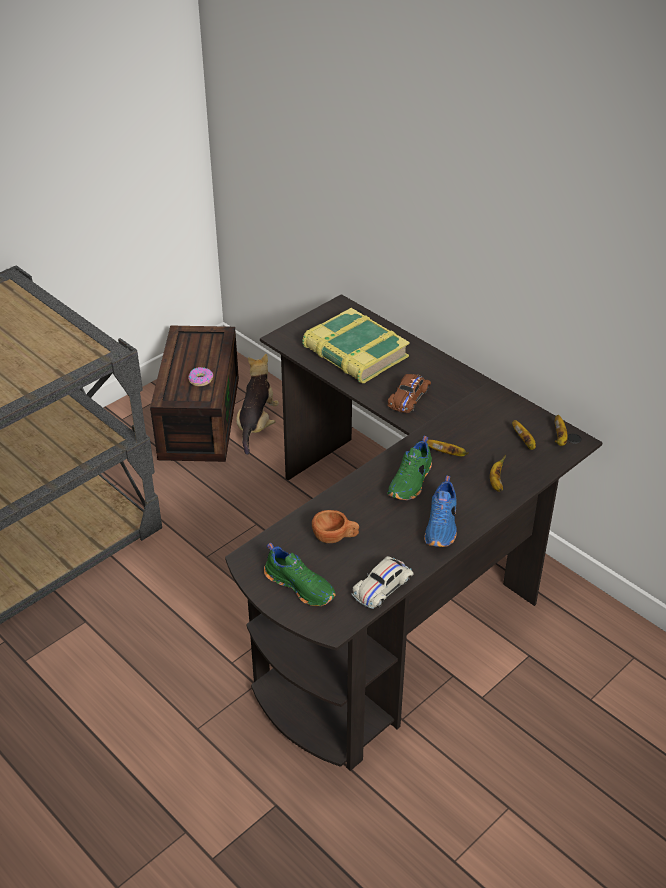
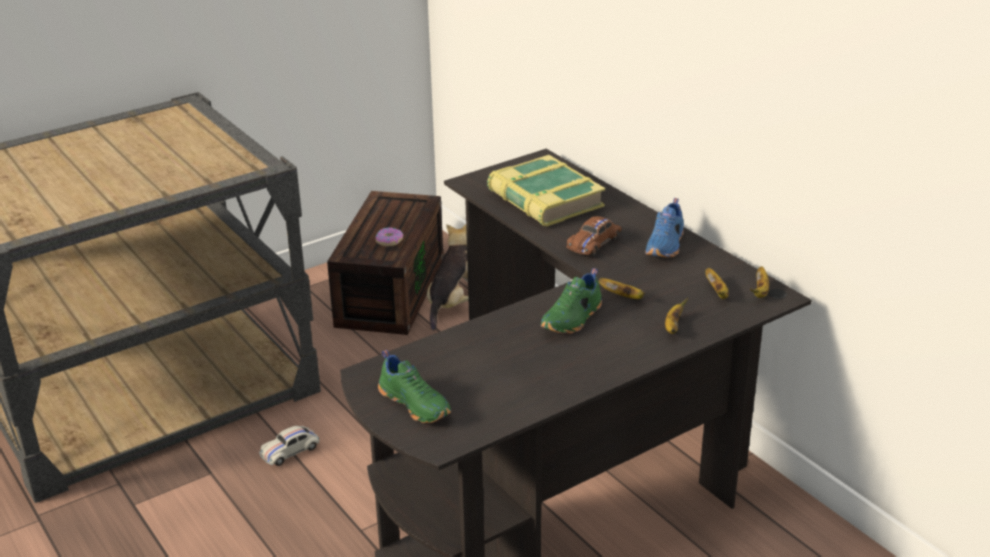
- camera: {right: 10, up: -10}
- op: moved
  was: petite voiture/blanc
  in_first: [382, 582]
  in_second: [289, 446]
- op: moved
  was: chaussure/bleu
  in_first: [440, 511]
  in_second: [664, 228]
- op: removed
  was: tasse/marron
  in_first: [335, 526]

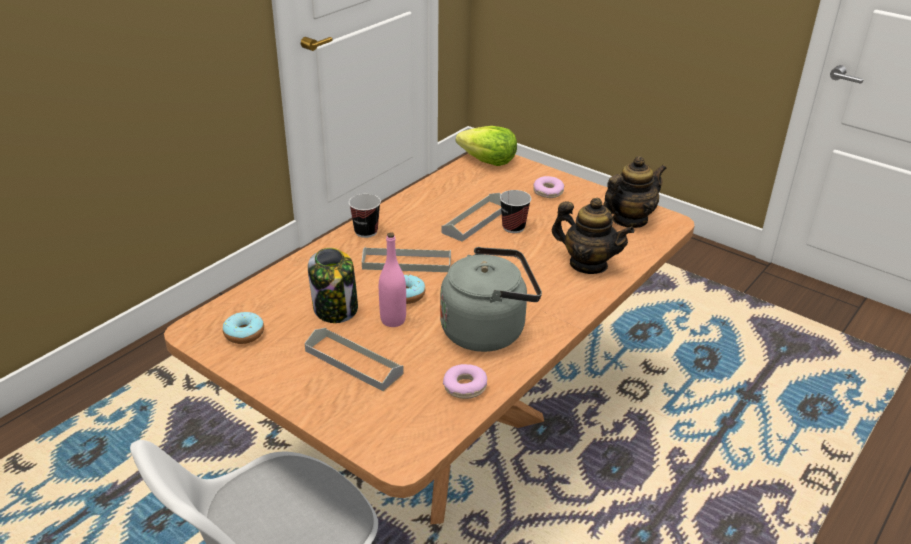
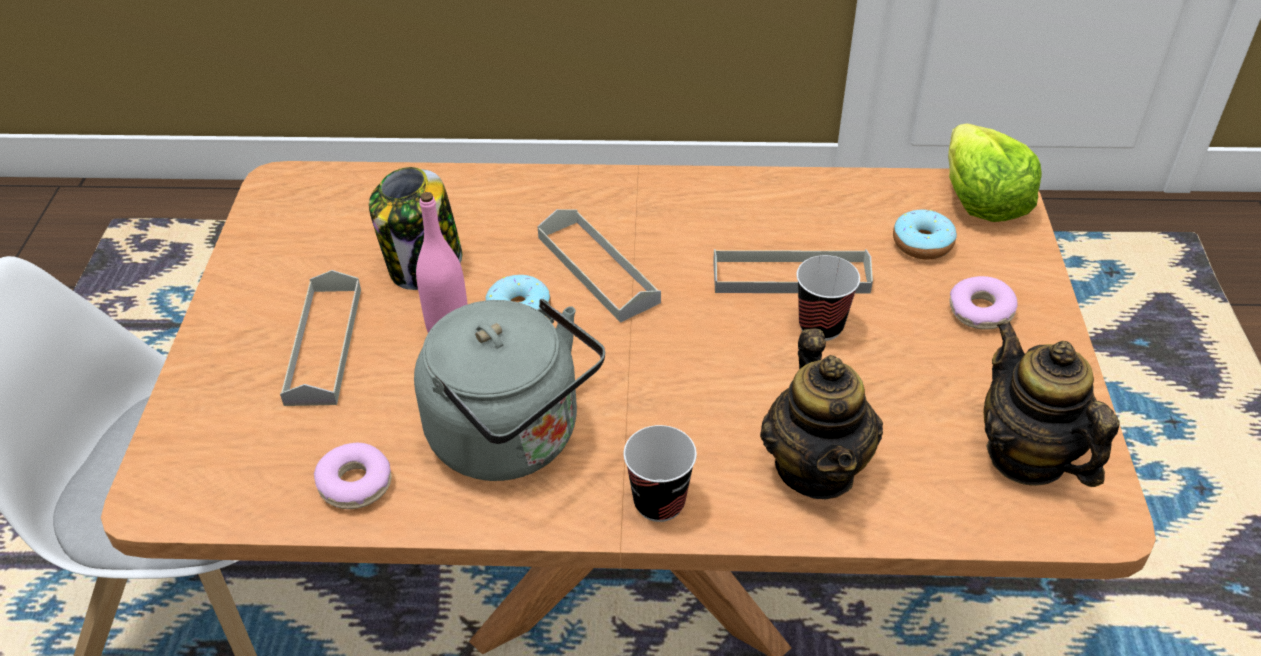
- camera: {right: 55, up: 10}
- op: moved
  was: tasse
  in_first: [365, 216]
  in_second: [660, 473]
- op: moved
  was: beignet
  in_first: [243, 328]
  in_second: [925, 234]
- op: turned
  was: théière
  in_first: [635, 192]
  in_second: [1051, 404]
  clockwise: -135

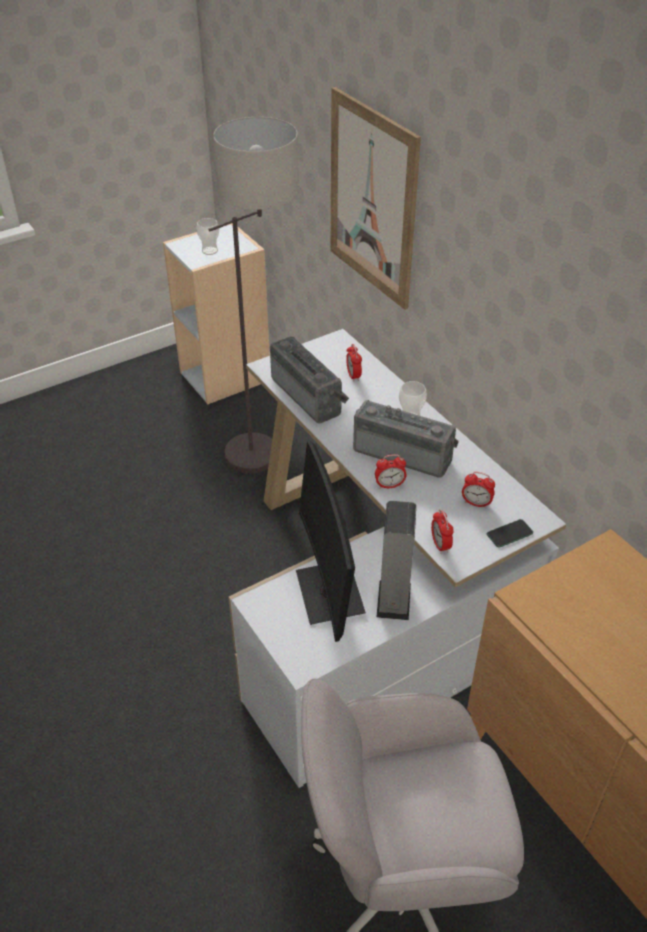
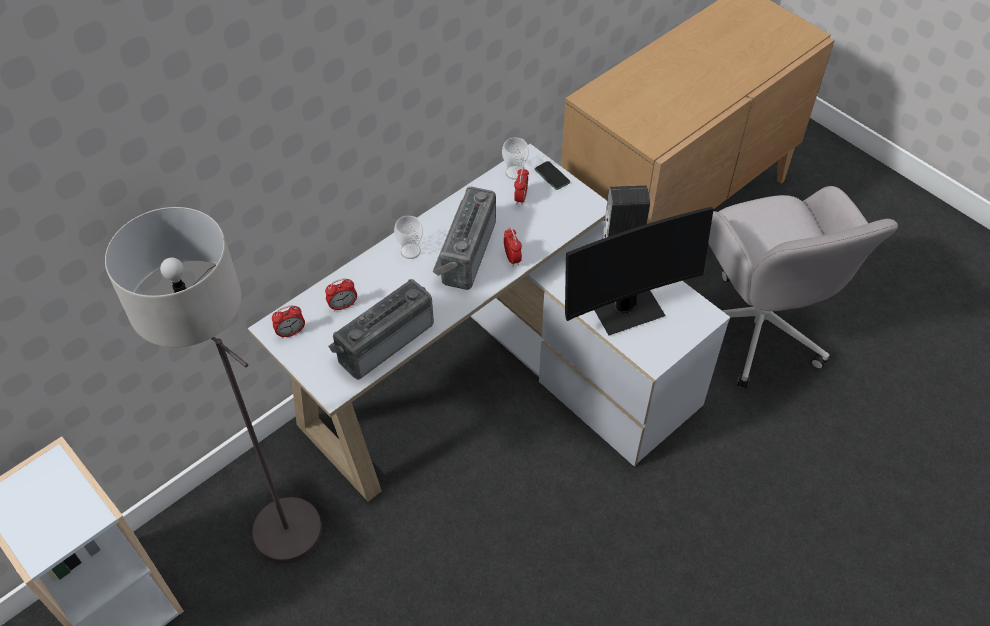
- camera: {right: -100, up: 10}
- op: moved
  was: réveil
  in_first: [442, 532]
  in_second: [288, 322]
- op: moved
  was: tasse
  in_first: [208, 236]
  in_second: [515, 159]
- op: removed
  was: tableau
  in_first: [376, 198]

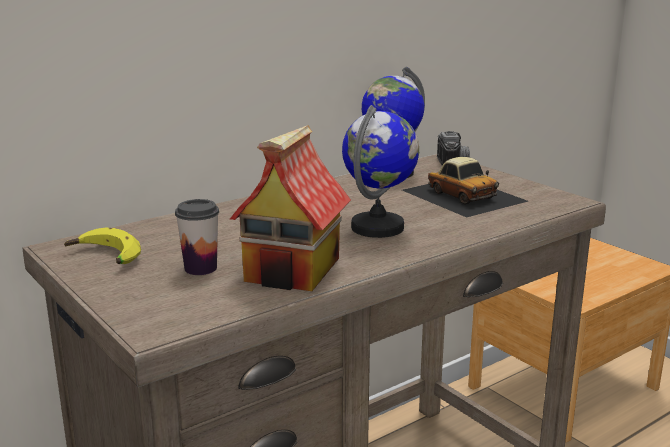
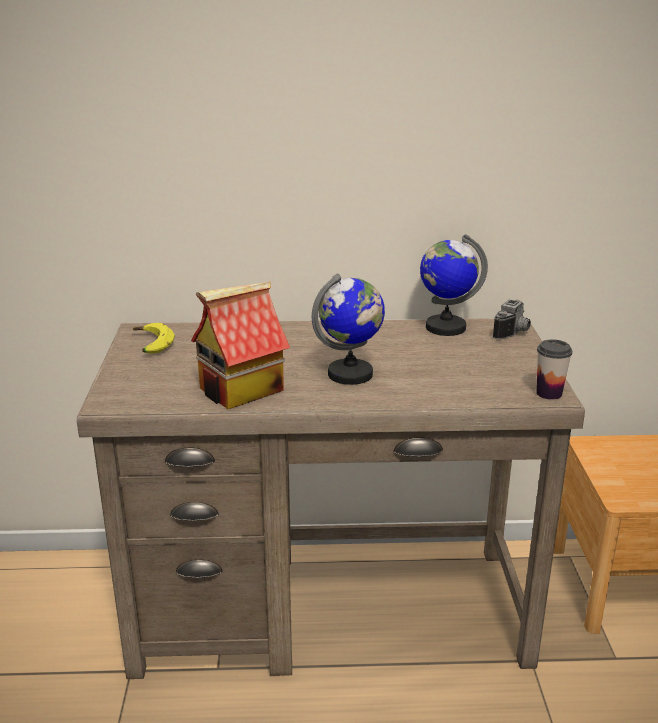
- camera: {right: 35, up: 5}
- op: moved
  was: tasse
  in_first: [197, 237]
  in_second: [554, 369]
- op: removed
  was: petite voiture
  in_first: [465, 187]

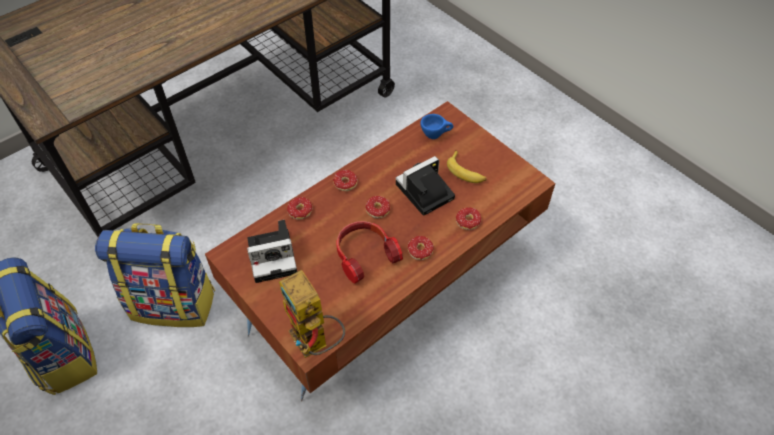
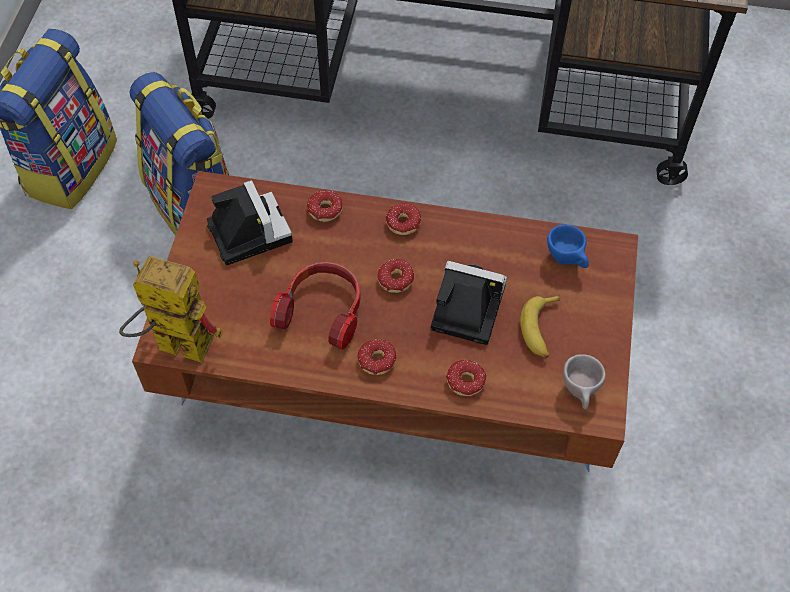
- camera: {right: 50, up: 5}
- op: turned
  was: robot jouet
  in_first: [312, 314]
  in_second: [171, 309]
  clockwise: 90
- op: turned
  was: appareil photo
  in_first: [272, 251]
  in_second: [250, 222]
  clockwise: -150
- op: added
  now: tasse/beige
  in_second: [584, 381]

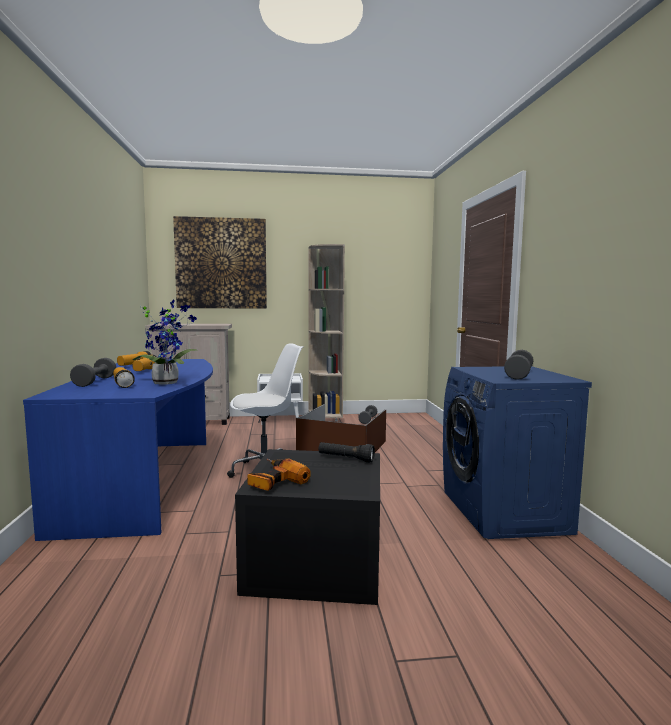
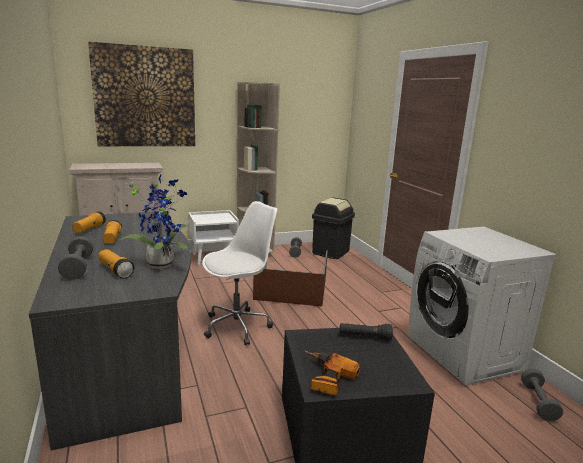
- camera: {right: -15, up: 10}
- op: recoloured
  was: bureau/bleu
  now: bureau/gris
  in_first: [118, 450]
  in_second: [110, 331]
- op: added
  now: poubelle/noir
  in_second: [333, 228]
- op: recoloured
  was: lave-linge/bleu
  now: lave-linge/blanc
  in_first: [517, 453]
  in_second: [482, 306]
- op: moved
  was: haltère/gris
  in_first: [518, 365]
  in_second: [542, 395]

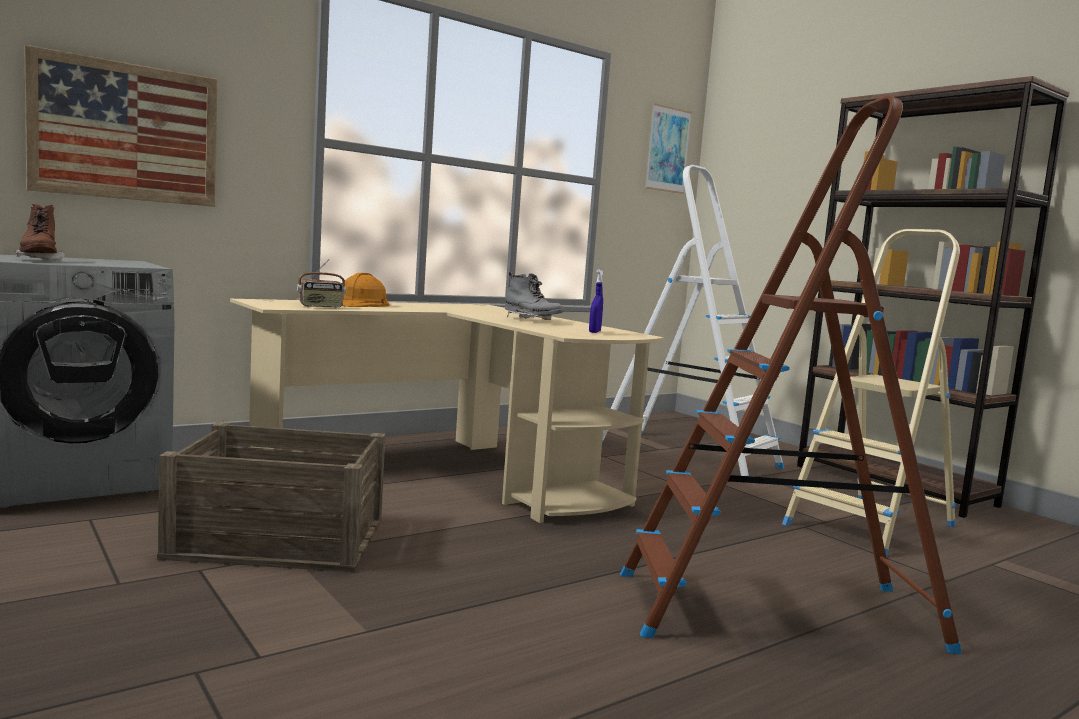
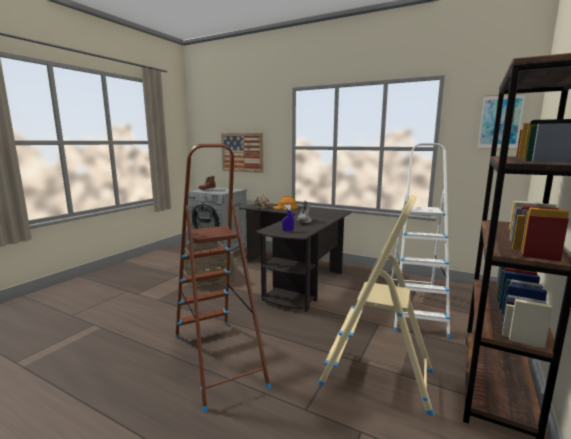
- camera: {right: 65, up: 5}
- op: recoloured
  was: bureau/beige
  now: bureau/noir
  in_first: [447, 411]
  in_second: [295, 257]

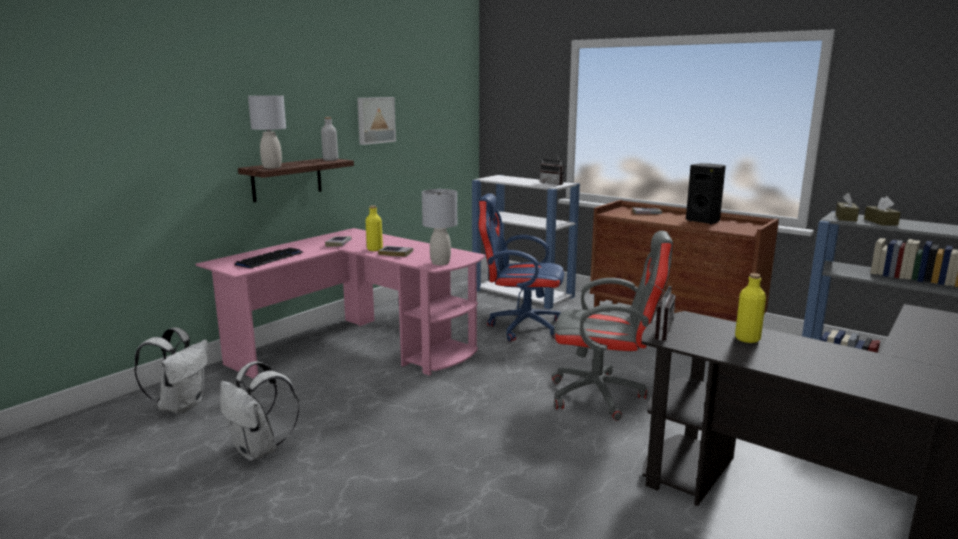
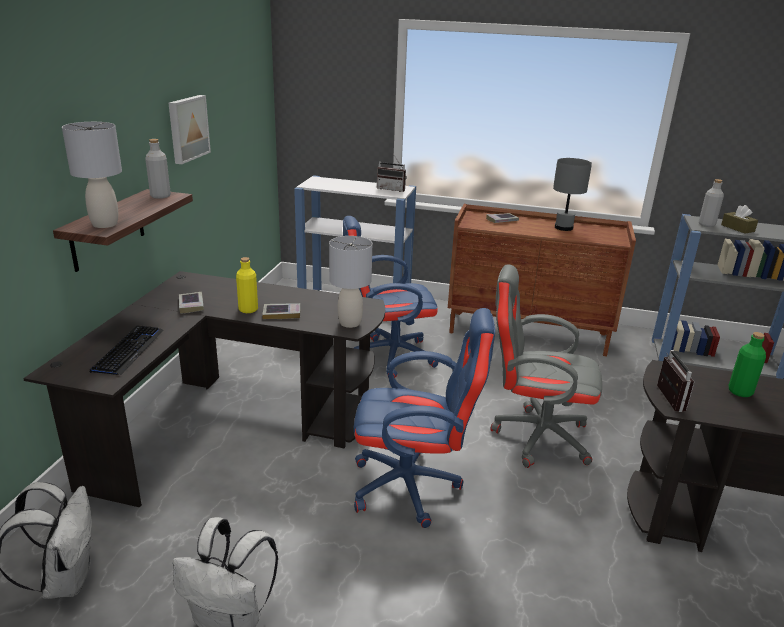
- camera: {right: -25, up: 10}
- op: recoloured
  was: bureau/rose
  now: bureau/noir
  in_first: [340, 303]
  in_second: [204, 389]
- op: added
  now: chaise de bureau/bleu
  in_second: [424, 418]
- op: turned
  was: chaise de bureau/gris
  in_first: [612, 326]
  in_second: [546, 366]
  clockwise: -150
- op: replaced
  was: enceinte/noir
  now: lampe de table/gris
  in_first: [706, 193]
  in_second: [572, 194]
- op: replaced
  was: boîte à mouchoirs/marron
  now: bouteille/gris
  in_first: [847, 207]
  in_second: [711, 203]
- op: recoloured
  was: bouteille/jaune
  now: bouteille/vert
  in_first: [750, 308]
  in_second: [747, 364]

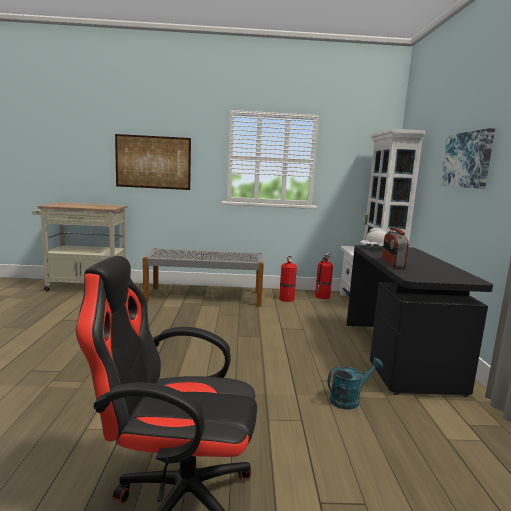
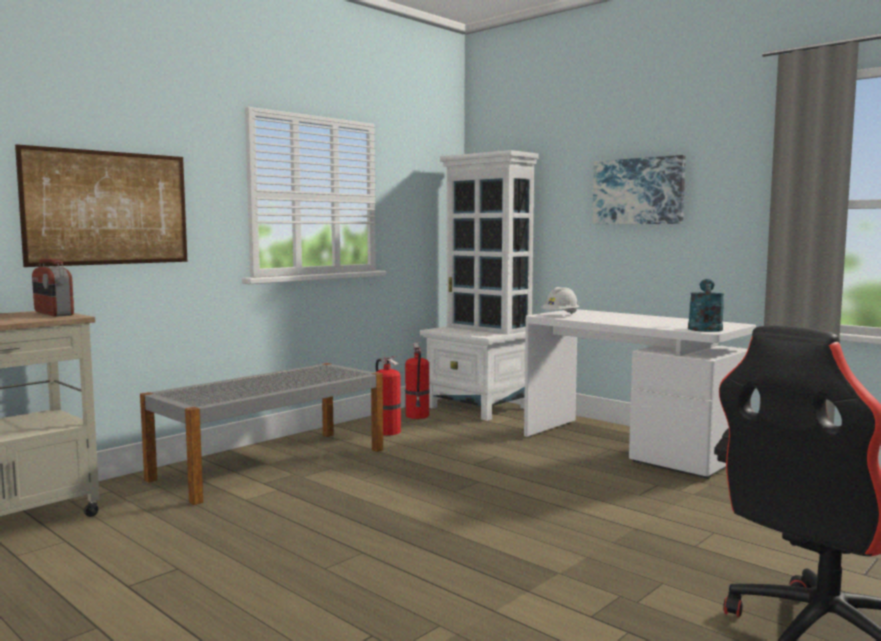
- camera: {right: -45, up: -5}
- op: moved
  was: radio
  in_first: [395, 248]
  in_second: [53, 287]
- op: recoloured
  was: bureau/noir
  now: bureau/blanc
  in_first: [419, 321]
  in_second: [640, 394]
- op: moved
  was: arrosoir/turquoise
  in_first: [355, 383]
  in_second: [706, 305]

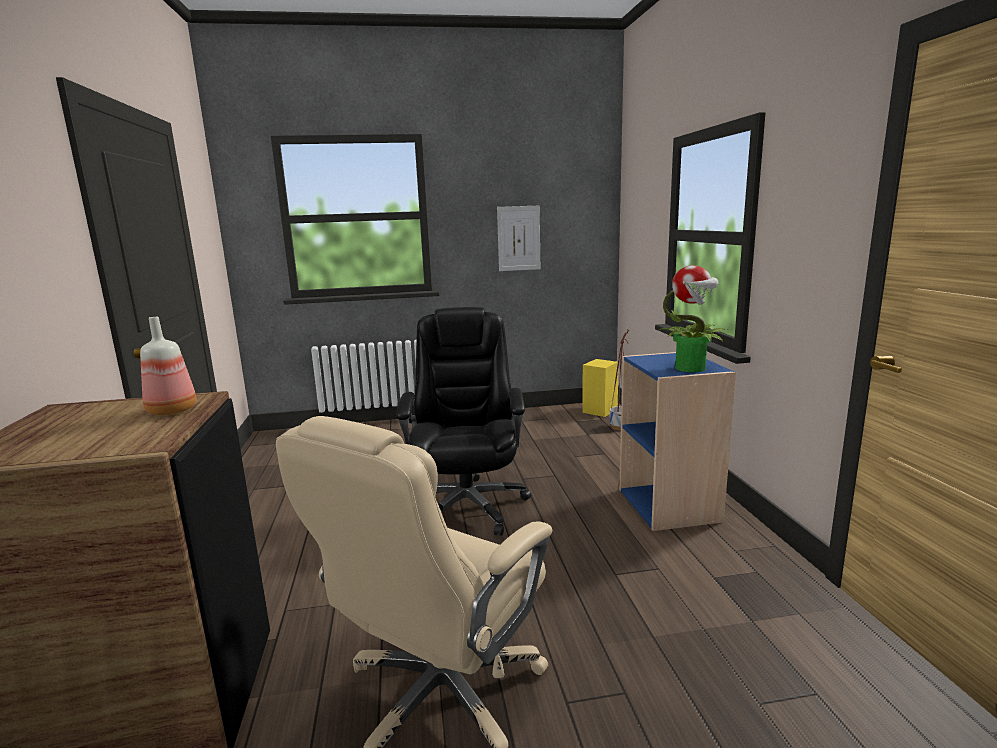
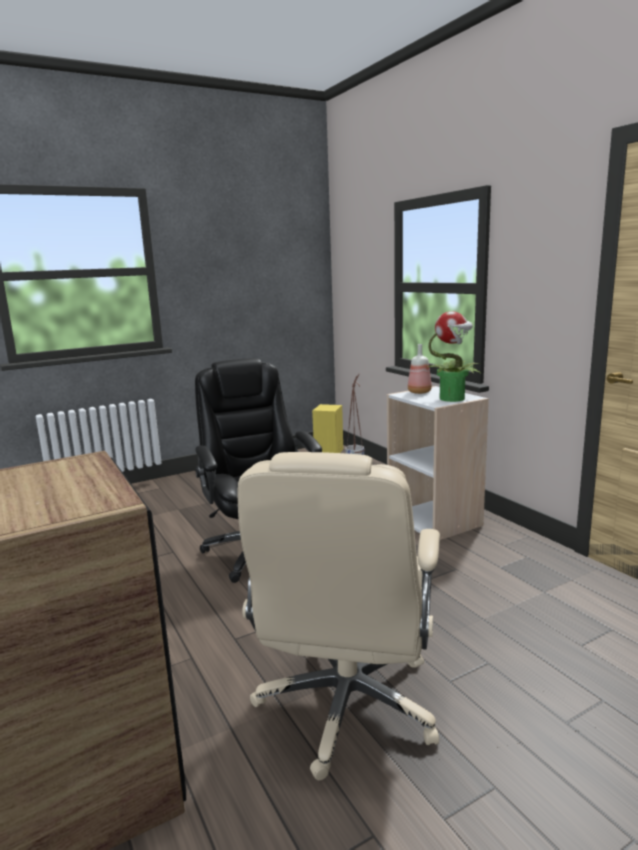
- camera: {right: -20, up: 0}
- op: recoloured
  was: bibliothèque/bleu
  now: bibliothèque/blanc
  in_first: [677, 441]
  in_second: [438, 463]
- op: moved
  was: bouteille
  in_first: [168, 366]
  in_second: [420, 369]
- op: removed
  was: tableau
  in_first: [518, 238]

